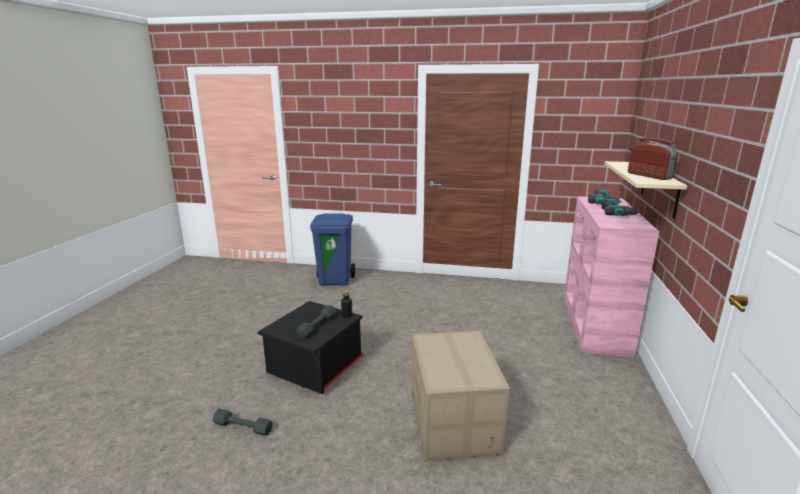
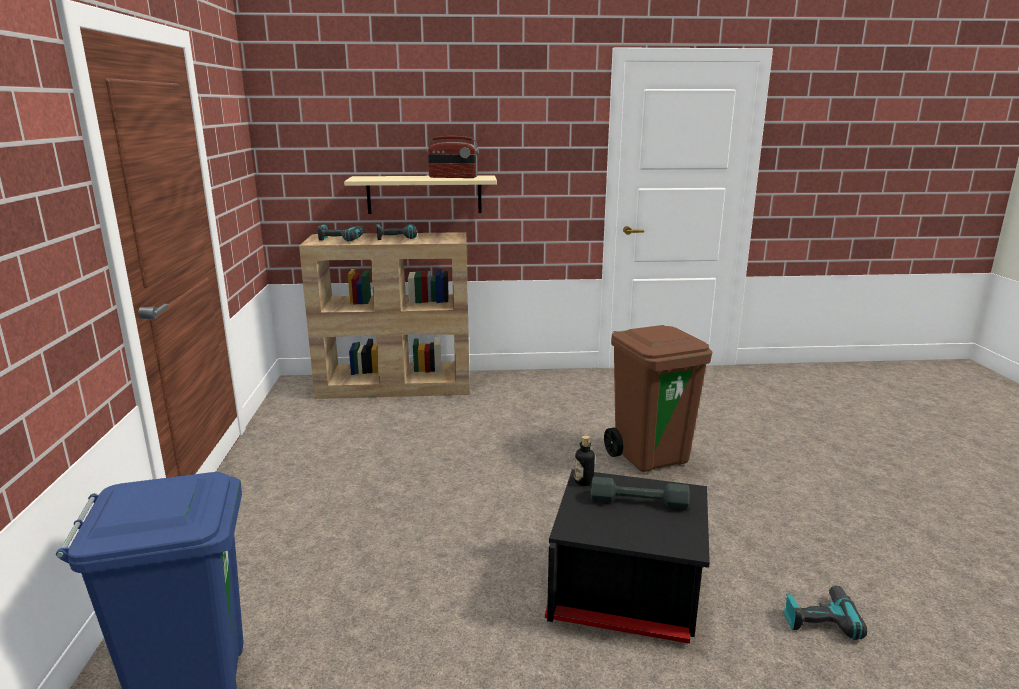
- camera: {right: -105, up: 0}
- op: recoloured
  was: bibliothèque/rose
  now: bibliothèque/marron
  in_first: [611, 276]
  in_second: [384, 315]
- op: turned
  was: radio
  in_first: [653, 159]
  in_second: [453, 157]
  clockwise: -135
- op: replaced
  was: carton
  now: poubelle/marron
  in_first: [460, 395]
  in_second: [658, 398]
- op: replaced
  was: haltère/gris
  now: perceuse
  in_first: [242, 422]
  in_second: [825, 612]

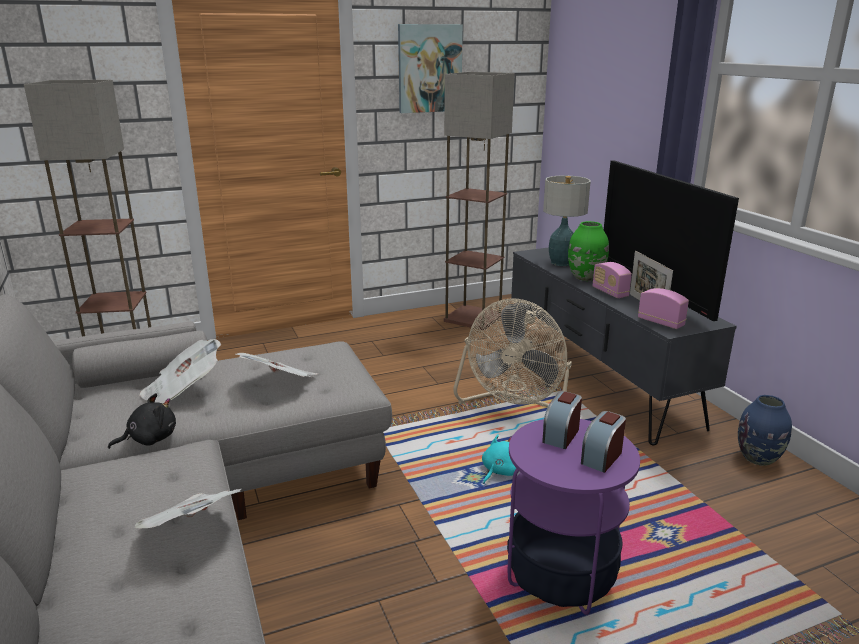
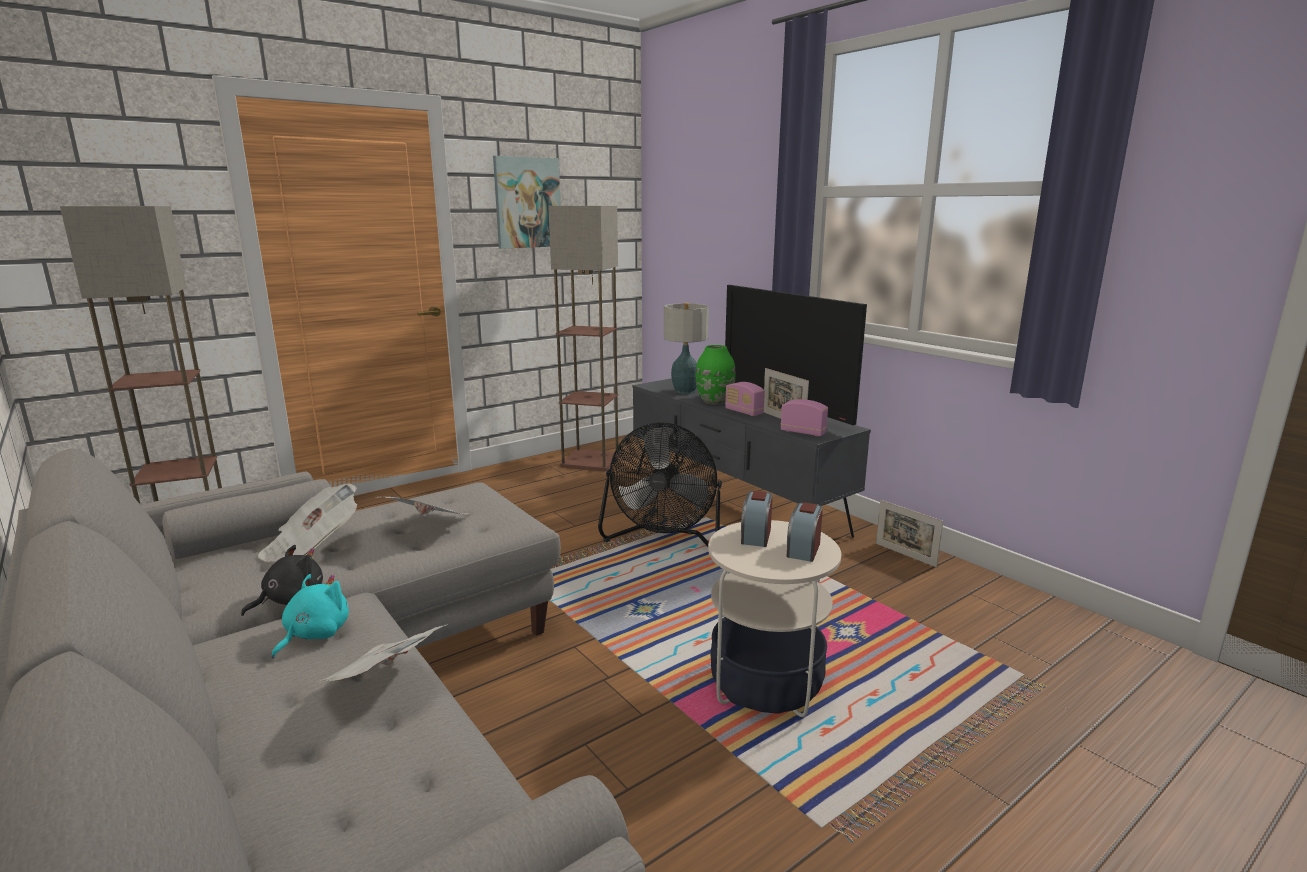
- camera: {right: -15, up: -5}
- op: moved
  was: peluche/turquoise
  in_first: [499, 459]
  in_second: [310, 616]
- op: recoloured
  was: ventilateur/beige
  now: ventilateur/noir
  in_first: [513, 352]
  in_second: [660, 484]
- op: recoloured
  was: table d'appoint/violet
  now: table d'appoint/beige
  in_first: [573, 517]
  in_second: [774, 618]
- op: replaced
  was: vase/bleu
  now: cadre photo
  in_first: [765, 430]
  in_second: [909, 533]

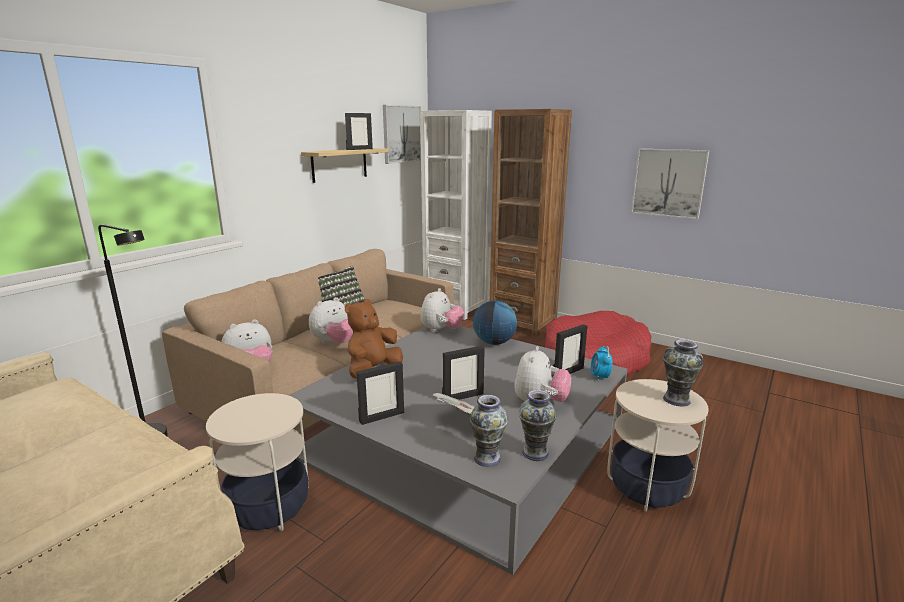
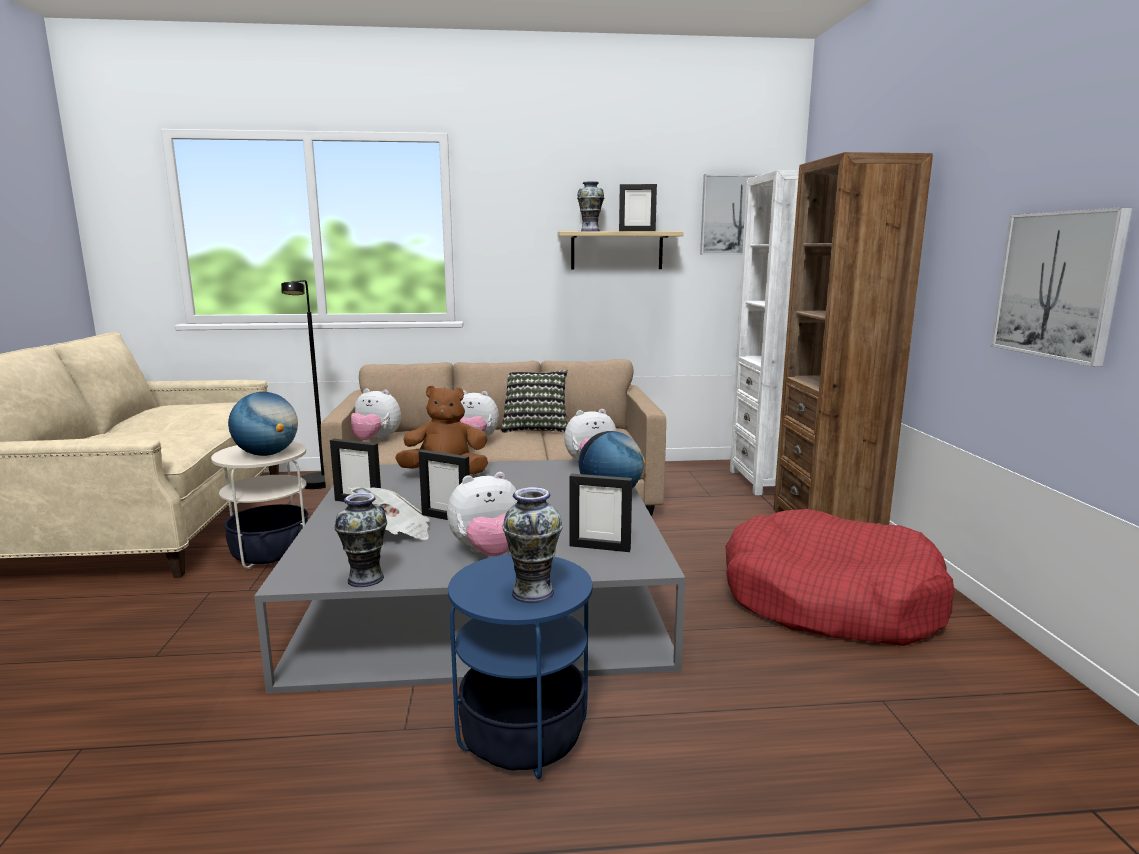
- camera: {right: 50, up: -5}
- op: added
  now: globe
  in_second: [263, 424]
- op: recoloured
  was: table d'appoint/beige
  now: table d'appoint/bleu
  in_first: [658, 445]
  in_second: [520, 666]
- op: moved
  was: vase
  in_first: [489, 431]
  in_second: [590, 206]
- op: removed
  was: réveil
  in_first: [602, 364]

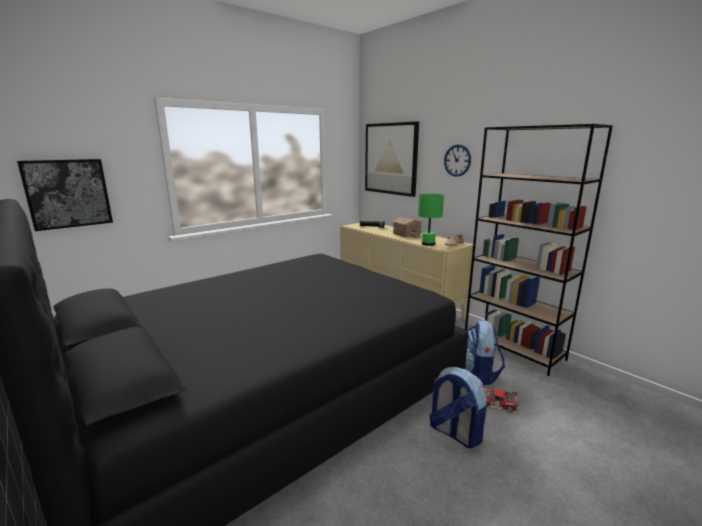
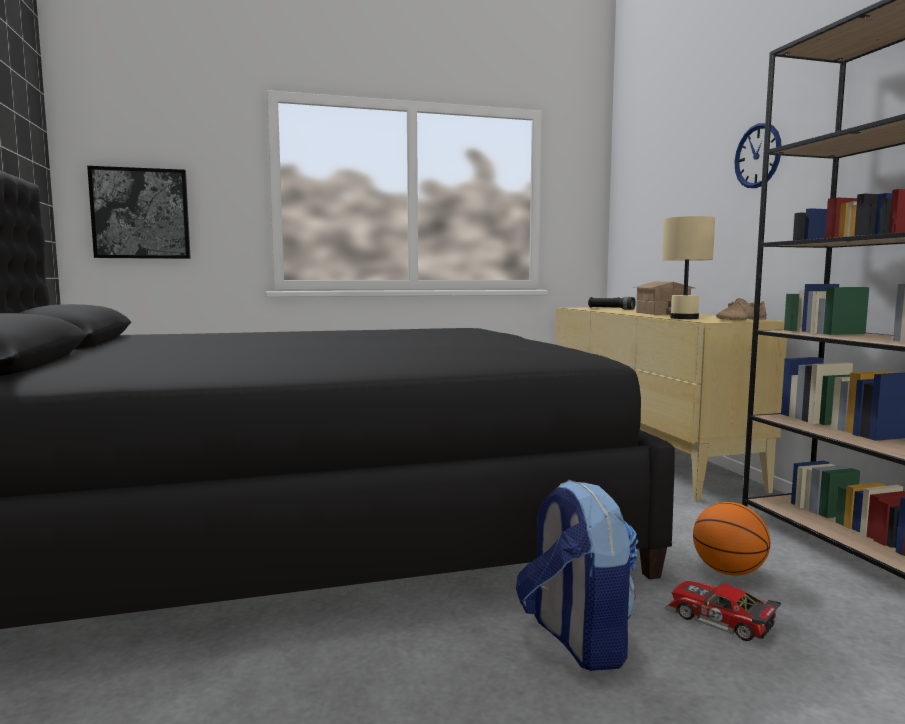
- camera: {right: 25, up: -10}
- op: recoloured
  was: lampe de table/vert
  now: lampe de table/beige
  in_first: [431, 220]
  in_second: [688, 267]
- op: replaced
  was: sac à dos
  now: ballon de basket
  in_first: [485, 352]
  in_second: [731, 539]
- op: removed
  was: tableau
  in_first: [392, 159]

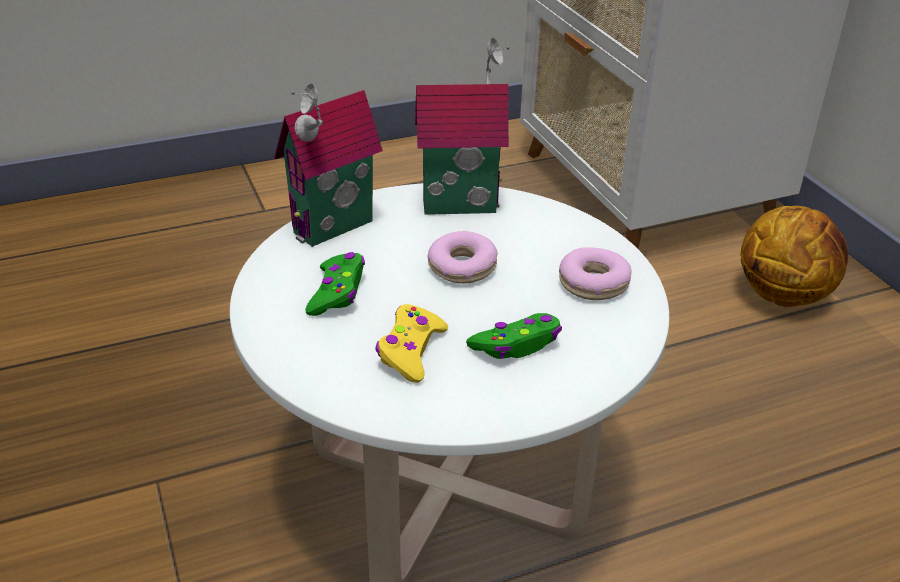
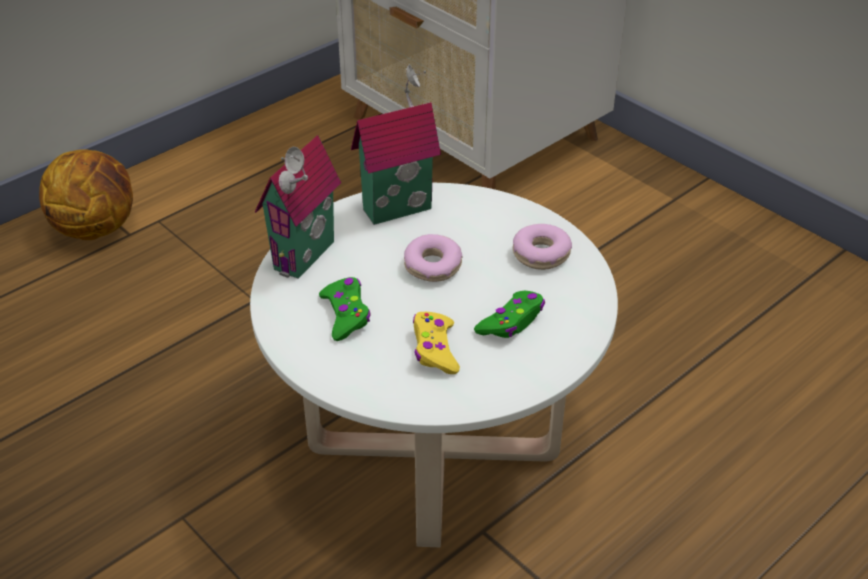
- camera: {right: -20, up: 5}
- op: moved
  was: ballon de basket
  in_first: [794, 256]
  in_second: [86, 194]

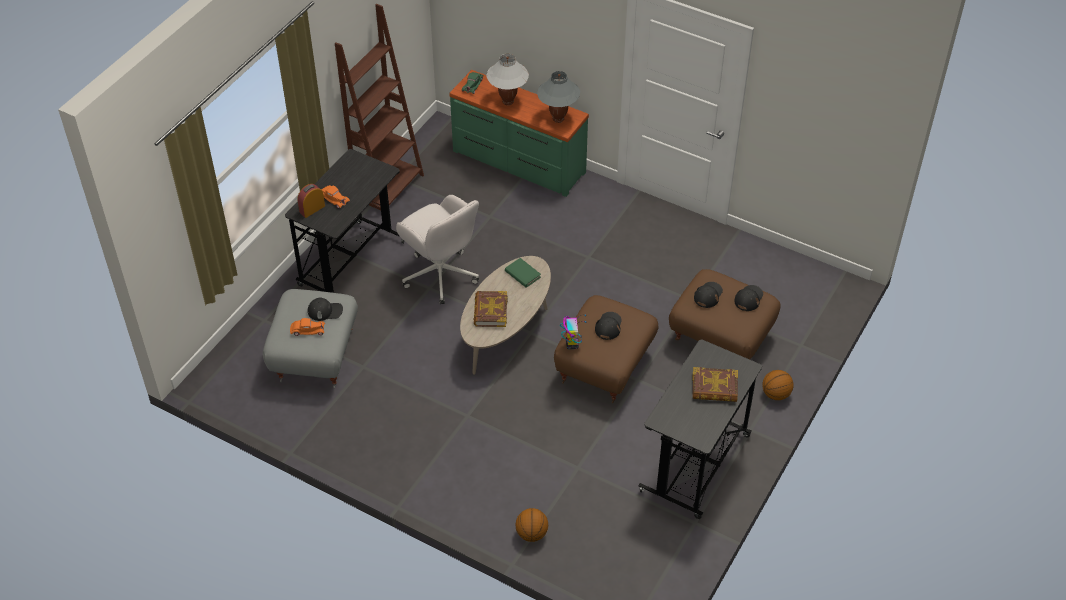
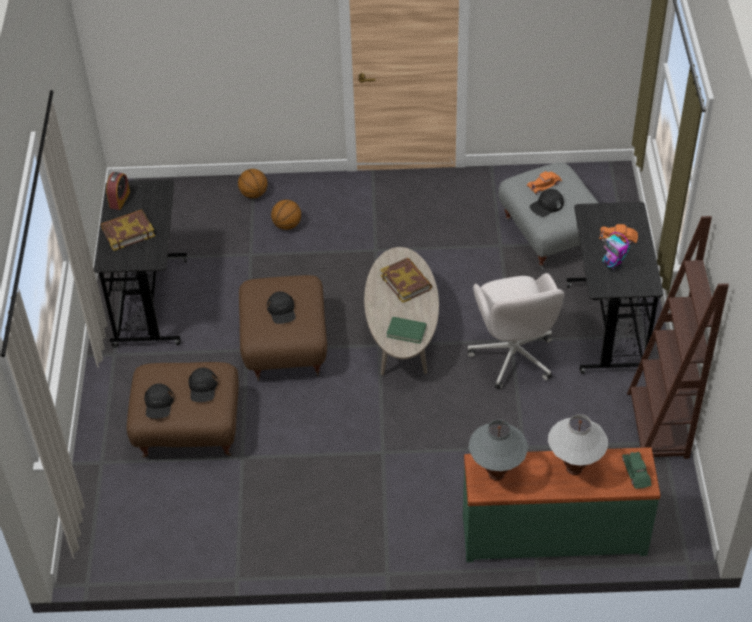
- camera: {right: 150, up: 0}
- op: moved
  was: réveil
  in_first: [311, 201]
  in_second: [118, 191]
- op: moved
  was: ballon de basket
  in_first: [778, 385]
  in_second: [286, 215]
- op: turned
  was: chaise de bureau/blanc
  in_first: [437, 249]
  in_second: [516, 331]
  clockwise: -120
- op: moved
  was: robot jouet
  in_first: [573, 331]
  in_second: [615, 252]

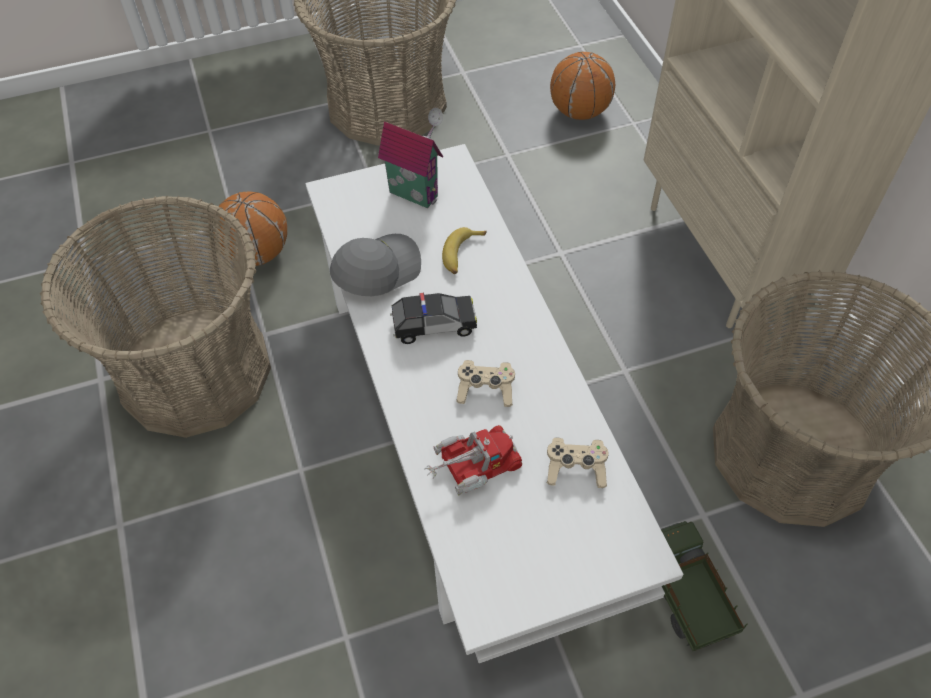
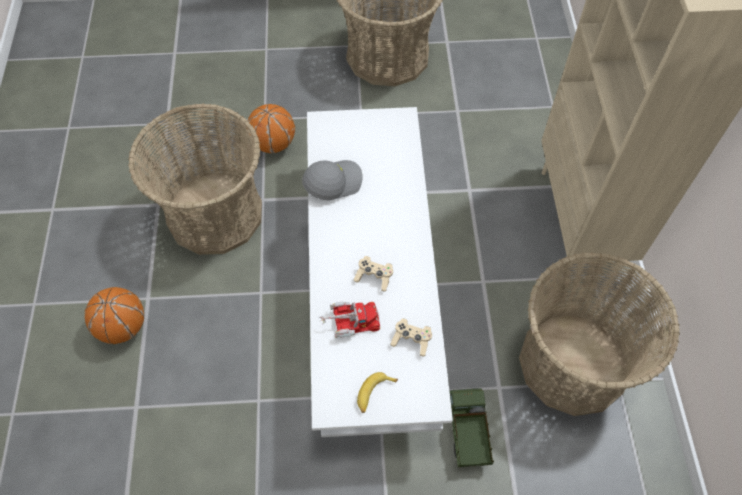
- camera: {right: 15, up: 5}
- op: moved
  was: ballon de basket
  in_first: [582, 86]
  in_second: [114, 315]
- op: moved
  was: banane
  in_first: [464, 250]
  in_second: [377, 392]
- op: removed
  was: maison miniature
  in_first: [410, 158]
- op: removed
  was: petite voiture
  in_first: [433, 318]

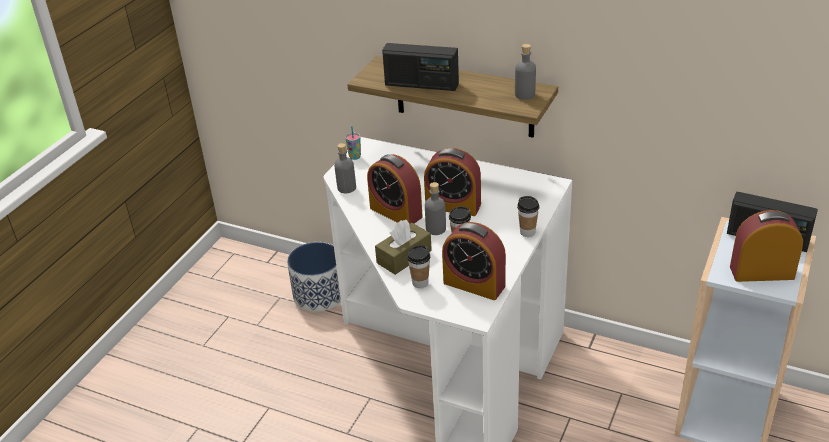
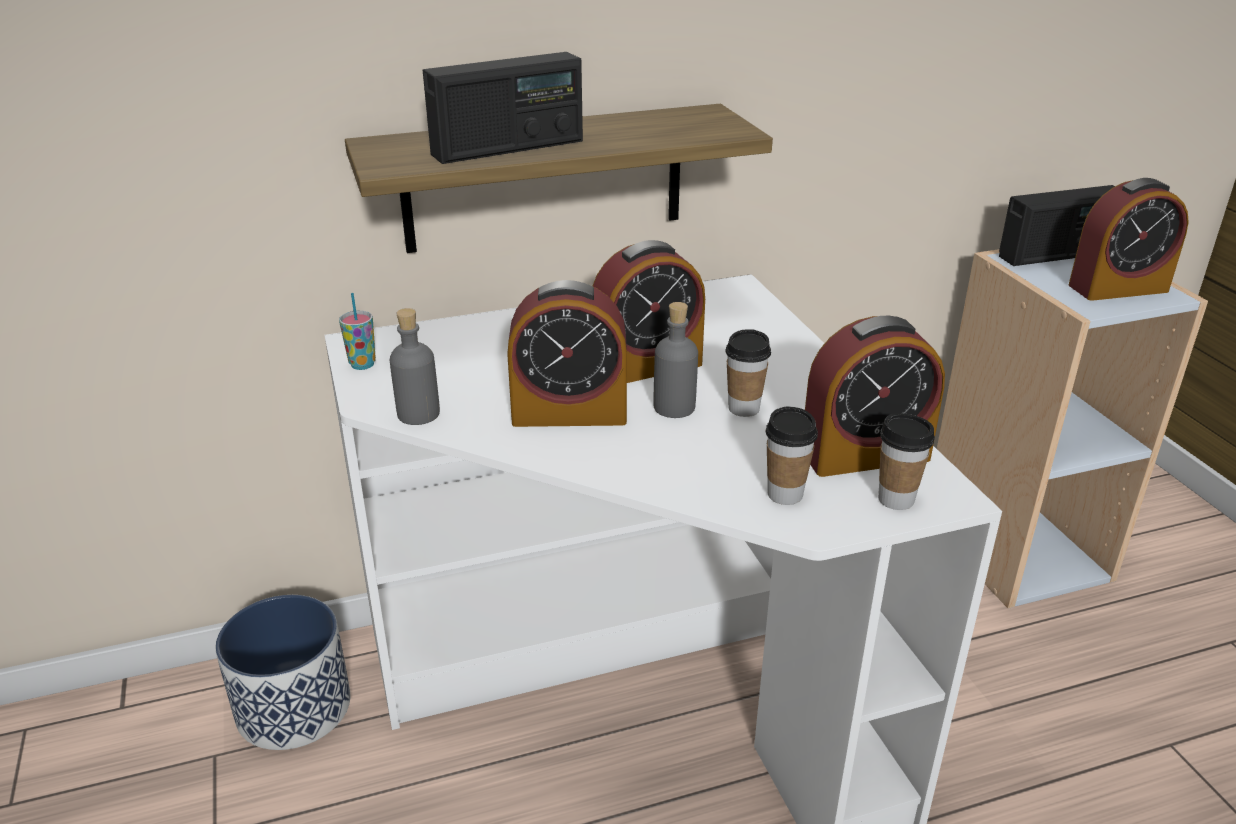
- camera: {right: -45, up: -5}
- op: moved
  was: tasse
  in_first: [528, 216]
  in_second: [906, 461]
- op: turned
  was: réveil
  in_first: [766, 246]
  in_second: [1129, 239]
  clockwise: -150
- op: removed
  was: boîte à mouchoirs/marron
  in_first: [403, 247]
- op: removed
  was: bouteille/gris
  in_first: [525, 72]

